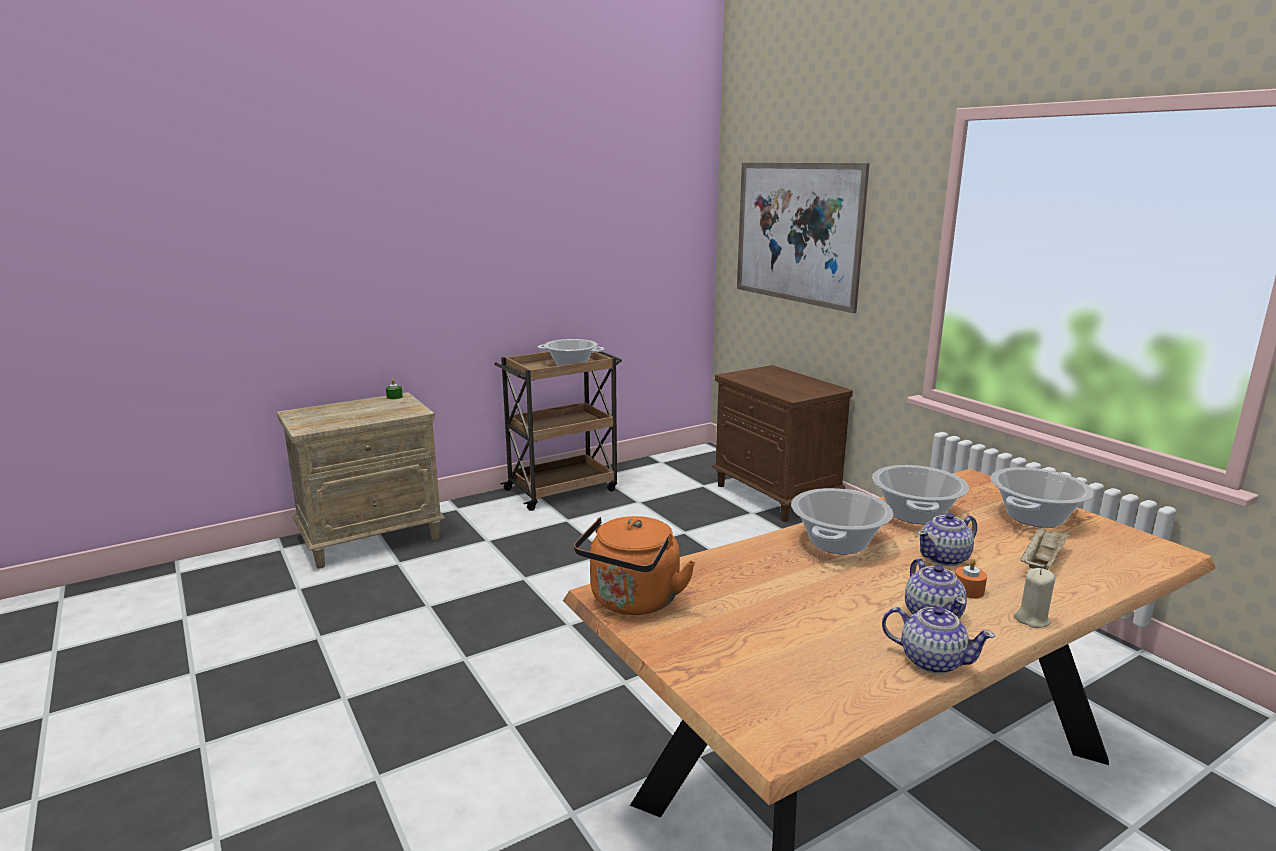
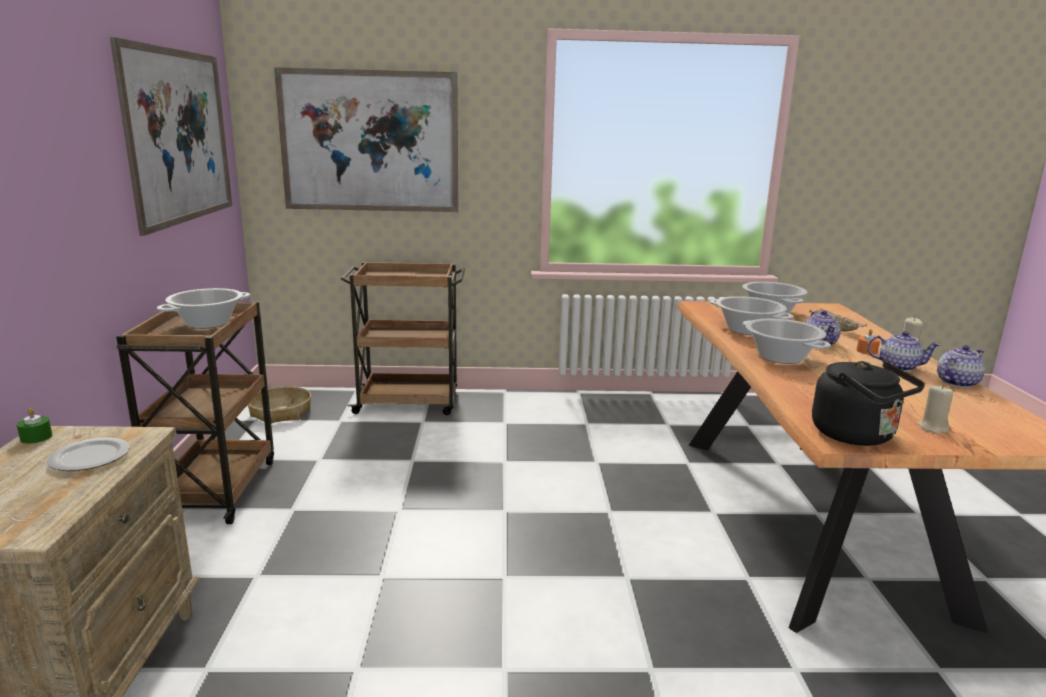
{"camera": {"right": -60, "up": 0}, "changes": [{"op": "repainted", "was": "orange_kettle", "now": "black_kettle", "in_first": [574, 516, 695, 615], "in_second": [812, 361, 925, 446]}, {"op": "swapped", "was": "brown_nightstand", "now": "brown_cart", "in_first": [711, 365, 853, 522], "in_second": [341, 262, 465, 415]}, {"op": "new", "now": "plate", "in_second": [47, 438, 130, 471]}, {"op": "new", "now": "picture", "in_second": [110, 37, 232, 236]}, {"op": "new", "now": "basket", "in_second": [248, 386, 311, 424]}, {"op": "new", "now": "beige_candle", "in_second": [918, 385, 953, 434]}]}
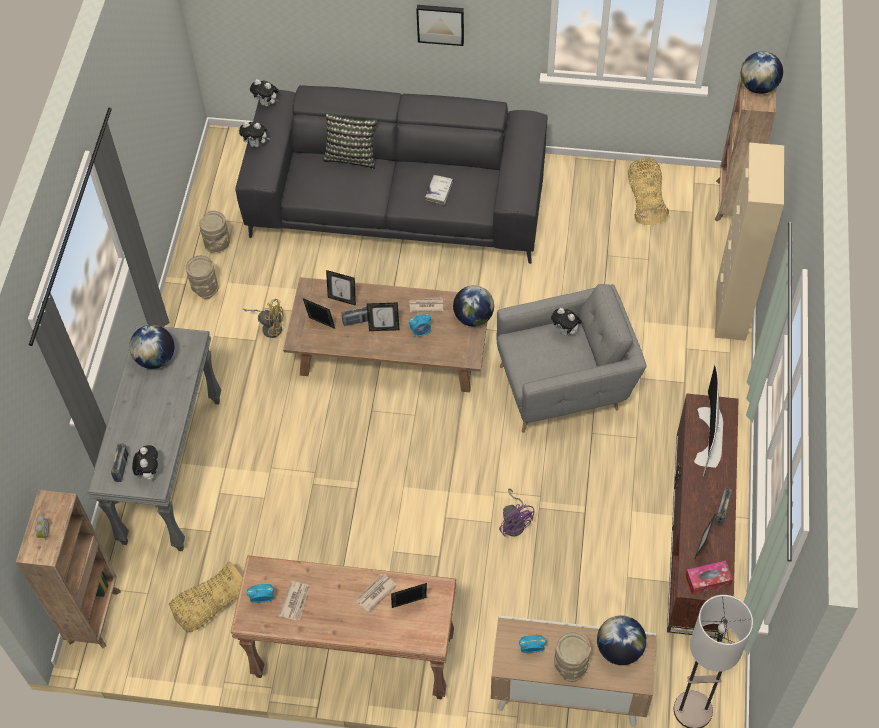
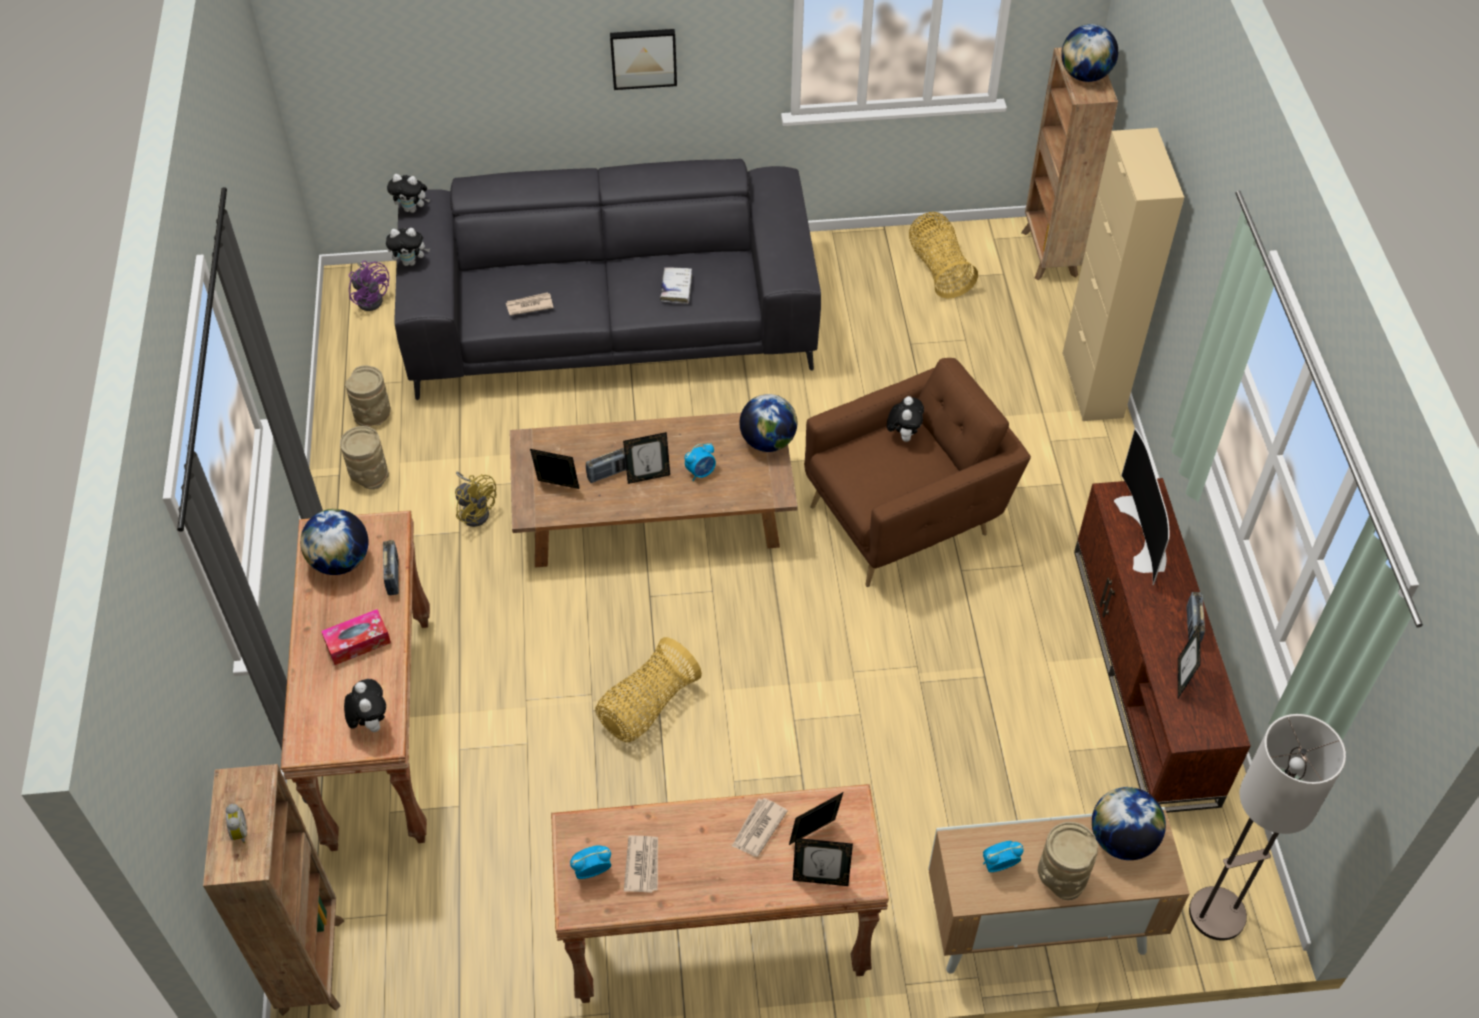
{"camera": {"right": -15, "up": -5}, "changes": [{"op": "repainted", "was": "grey_console_table", "now": "brown_console_table", "in_first": [88, 324, 221, 551], "in_second": [281, 511, 430, 851]}, {"op": "shifted", "was": "radio", "in_first": [111, 444, 129, 482], "in_second": [383, 540, 399, 595]}, {"op": "shifted", "was": "basket", "in_first": [169, 561, 242, 633], "in_second": [595, 637, 702, 742]}, {"op": "rotated", "was": "yellow_fan", "in_first": [243, 299, 284, 338], "in_second": [455, 472, 496, 527], "clockwise": 45}, {"op": "gone", "was": "pillow", "in_first": [323, 113, 377, 169]}, {"op": "shifted", "was": "picture_frame", "in_first": [326, 270, 356, 306], "in_second": [793, 838, 853, 886]}, {"op": "shifted", "was": "newspaper", "in_first": [409, 297, 443, 312], "in_second": [506, 292, 553, 316]}, {"op": "repainted", "was": "grey_armchair", "now": "brown_armchair", "in_first": [496, 284, 647, 433], "in_second": [804, 358, 1031, 587]}, {"op": "shifted", "was": "purple_fan", "in_first": [499, 489, 535, 537], "in_second": [349, 261, 389, 311]}, {"op": "rotated", "was": "plush_toy", "in_first": [551, 308, 582, 336], "in_second": [887, 396, 924, 442], "clockwise": -105}, {"op": "shifted", "was": "tissue_box", "in_first": [685, 561, 733, 594], "in_second": [321, 609, 391, 665]}]}
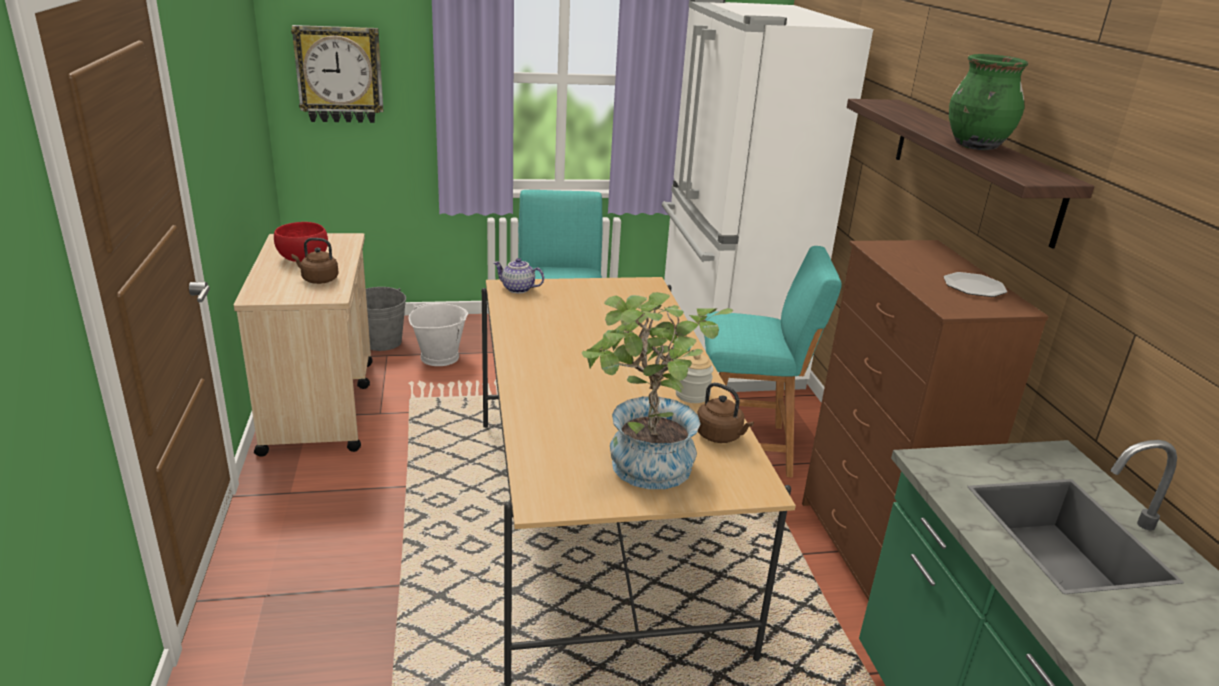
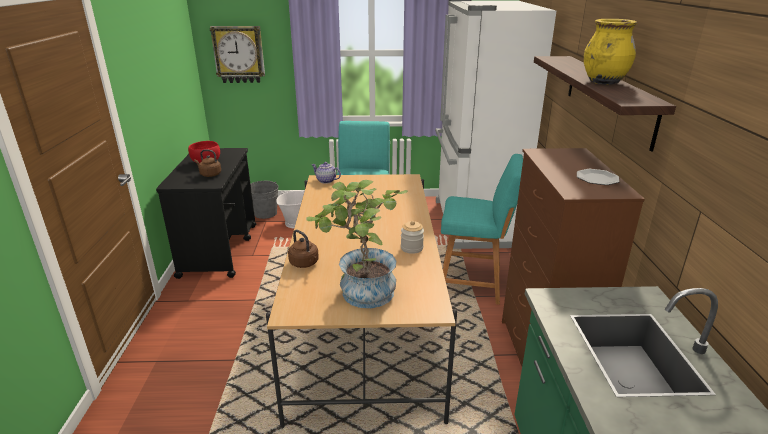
{"camera": {"right": 10, "up": 0}, "changes": [{"op": "repainted", "was": "beige_cart", "now": "black_cart", "in_first": [234, 233, 373, 457], "in_second": [156, 148, 256, 279]}, {"op": "shifted", "was": "brown_kettle", "in_first": [697, 383, 754, 443], "in_second": [288, 230, 319, 268]}, {"op": "repainted", "was": "green_vase", "now": "yellow_vase", "in_first": [949, 54, 1028, 150], "in_second": [584, 19, 637, 85]}]}
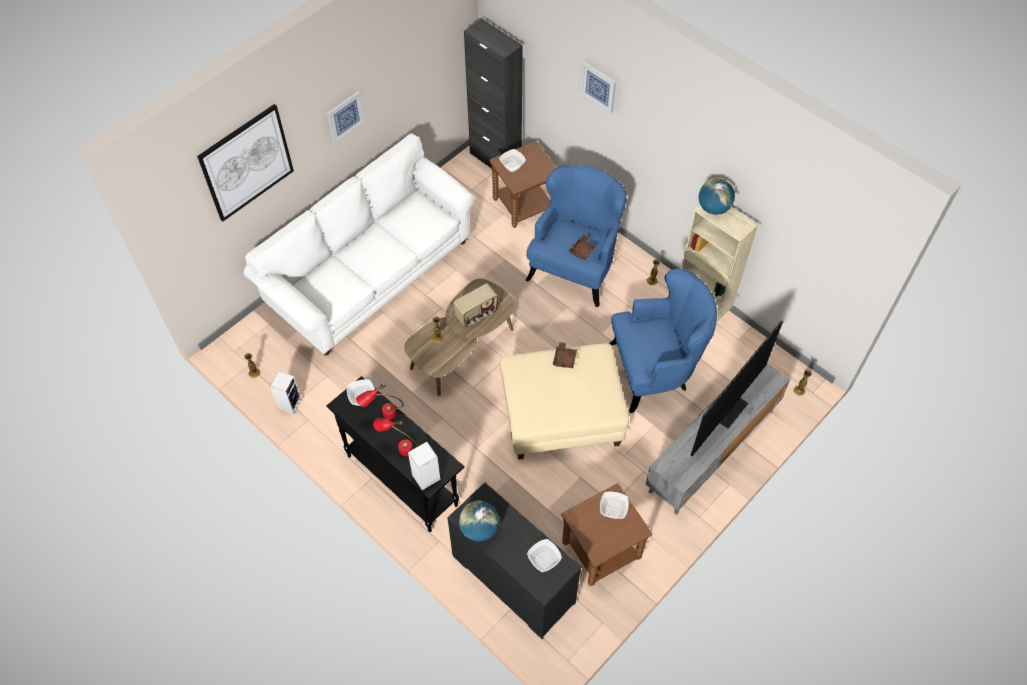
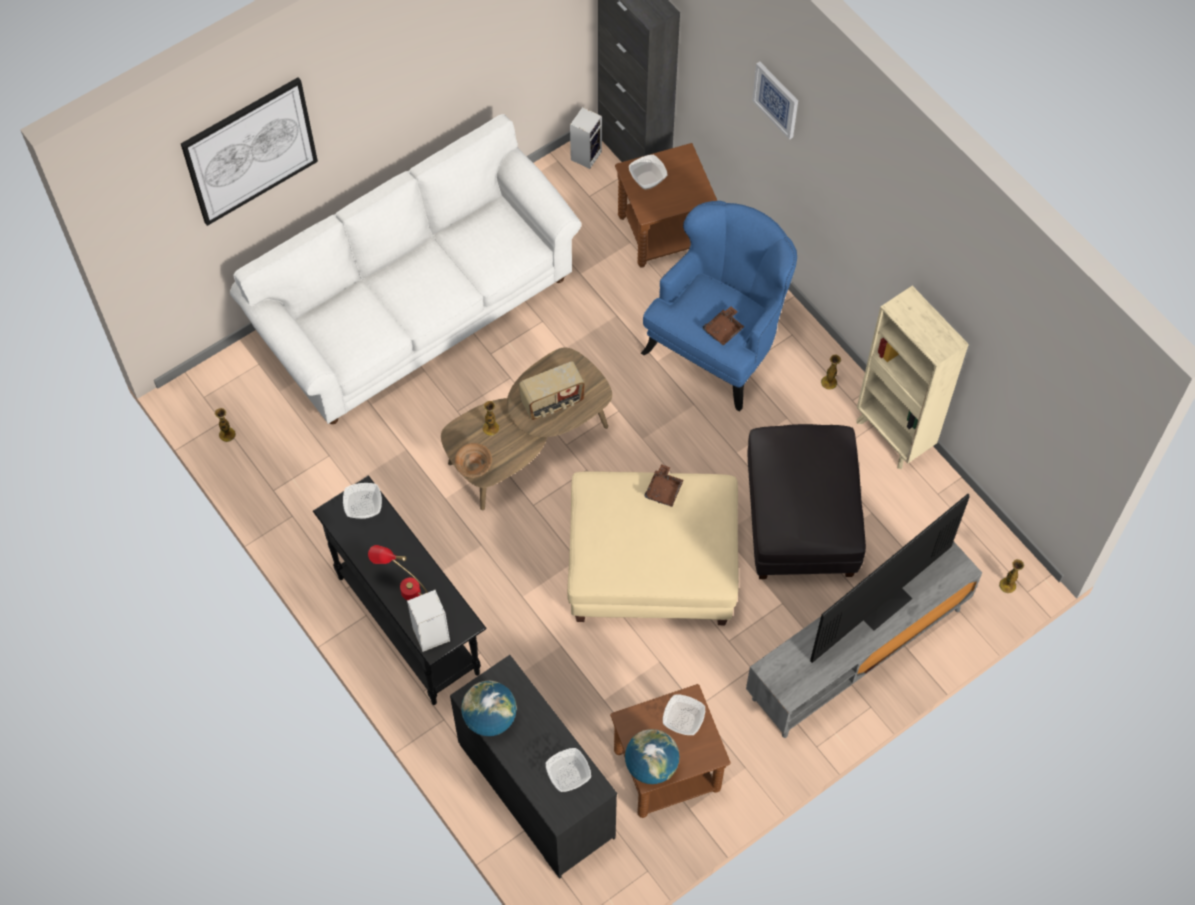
{"camera": {"right": 10, "up": 5}, "changes": [{"op": "shifted", "was": "speaker", "in_first": [270, 371, 302, 414], "in_second": [570, 107, 602, 169]}, {"op": "gone", "was": "picture", "in_first": [327, 91, 365, 143]}, {"op": "gone", "was": "red_table_lamp", "in_first": [356, 383, 404, 419]}, {"op": "swapped", "was": "blue_armchair", "now": "black_ottoman", "in_first": [609, 268, 717, 413], "in_second": [748, 424, 866, 579]}, {"op": "shifted", "was": "globe", "in_first": [698, 179, 735, 215], "in_second": [625, 729, 679, 784]}, {"op": "new", "now": "brown_bowl", "in_second": [455, 443, 492, 478]}]}
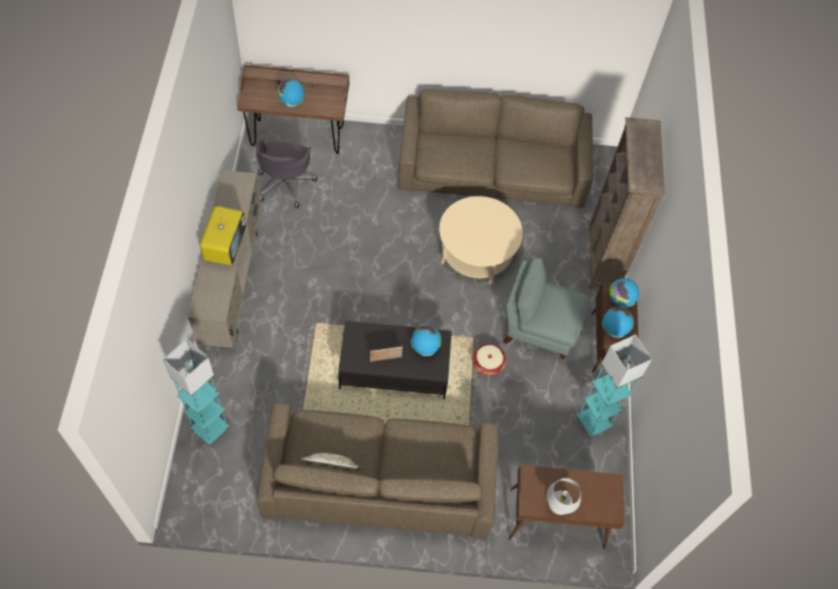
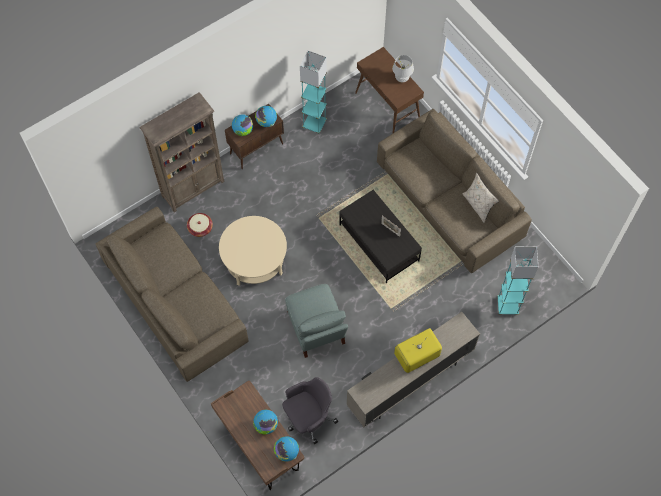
{"camera": {"right": -125, "up": 5}, "changes": [{"op": "shifted", "was": "globe", "in_first": [411, 325, 441, 356], "in_second": [274, 436, 299, 462]}, {"op": "shifted", "was": "basket", "in_first": [472, 344, 506, 376], "in_second": [187, 213, 213, 237]}, {"op": "shifted", "was": "grey_armchair", "in_first": [503, 258, 589, 361], "in_second": [285, 284, 348, 358]}]}
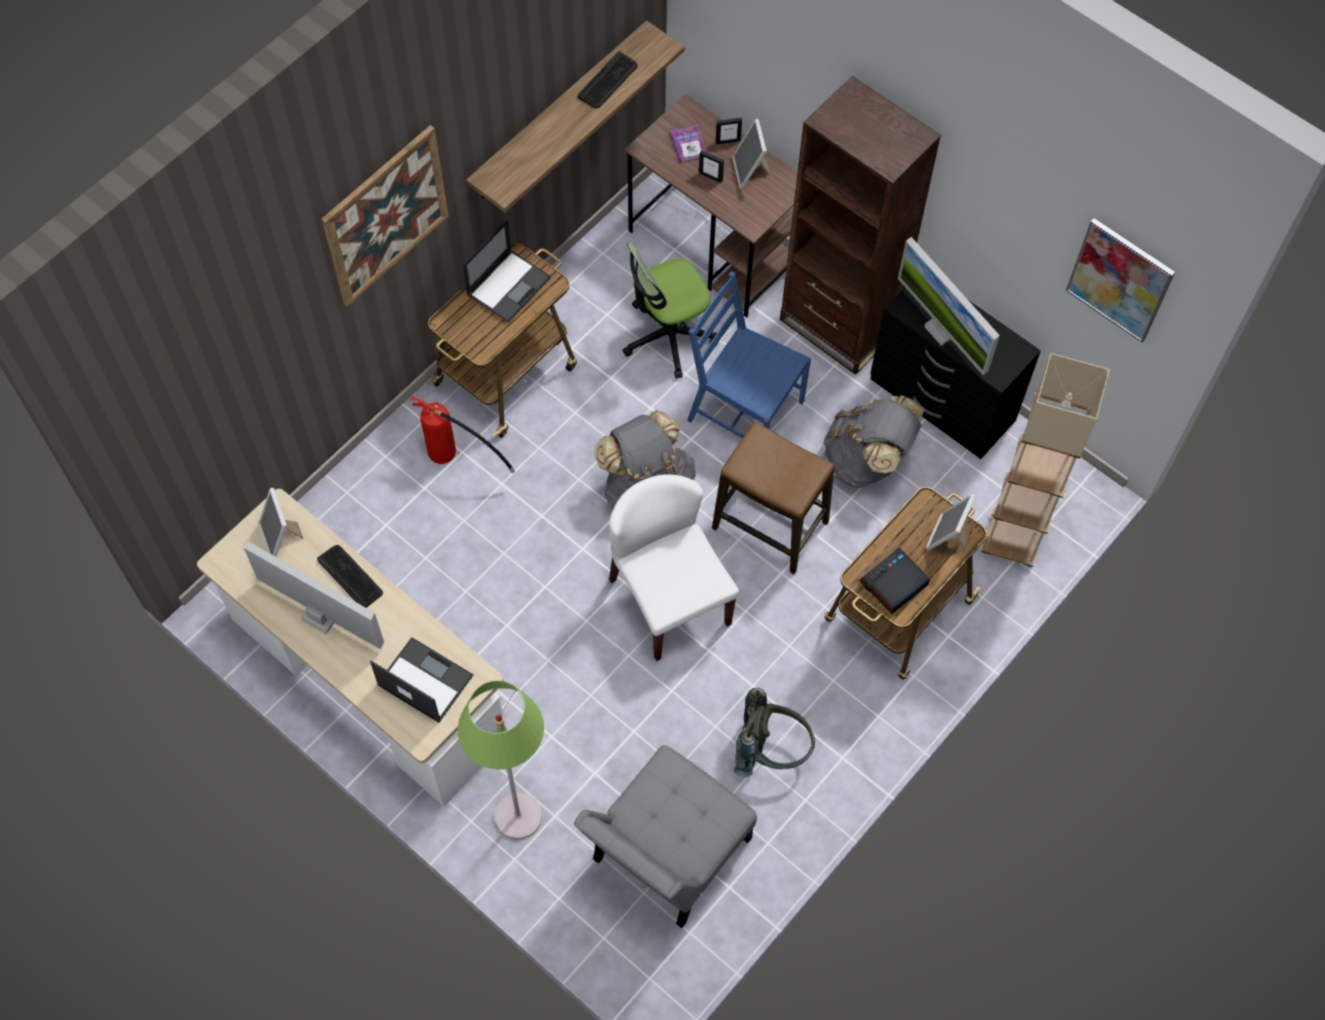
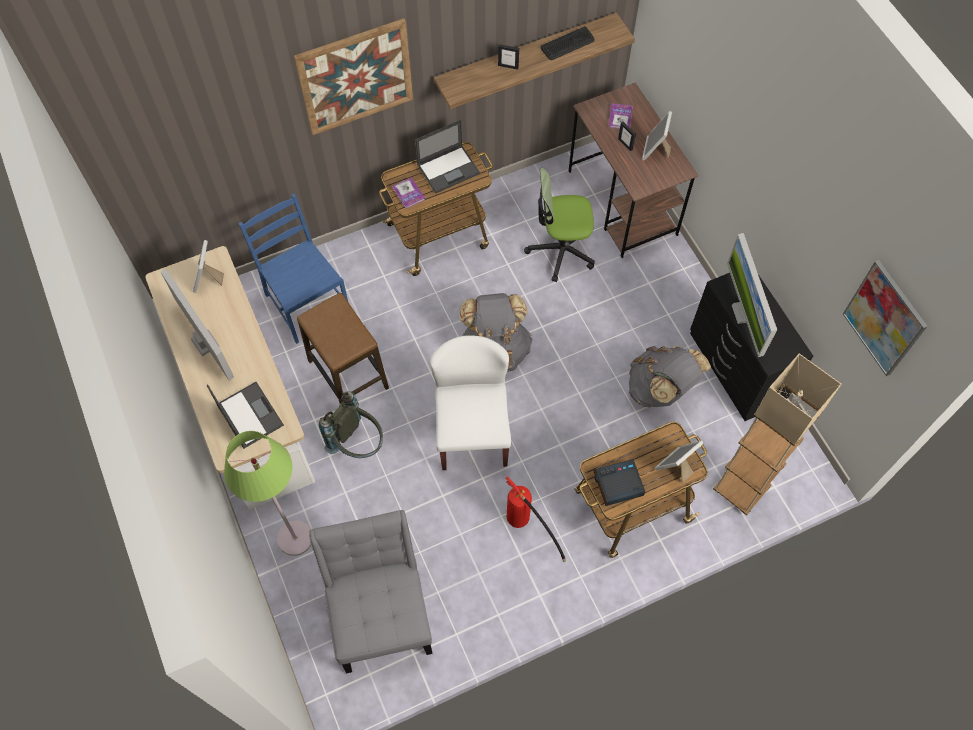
{"camera": {"right": 25, "up": 0}, "changes": [{"op": "gone", "was": "keyboard", "in_first": [317, 545, 383, 608]}, {"op": "shifted", "was": "fire_extinguisher", "in_first": [410, 397, 515, 473], "in_second": [506, 476, 566, 562]}, {"op": "rotated", "was": "grey_chair", "in_first": [574, 745, 757, 928], "in_second": [309, 510, 433, 673], "clockwise": 105}, {"op": "shifted", "was": "blue_chair", "in_first": [687, 271, 811, 438], "in_second": [238, 194, 348, 344]}, {"op": "shifted", "was": "stool", "in_first": [712, 422, 834, 574], "in_second": [297, 292, 389, 404]}, {"op": "shifted", "was": "picture_frame", "in_first": [716, 118, 742, 145], "in_second": [498, 44, 519, 70]}, {"op": "shifted", "was": "grey_backpack", "in_first": [734, 687, 815, 778], "in_second": [319, 391, 383, 458]}, {"op": "gone", "was": "brown_bookcase", "in_first": [780, 76, 941, 375]}, {"op": "new", "now": "book", "in_second": [392, 177, 425, 209]}]}
